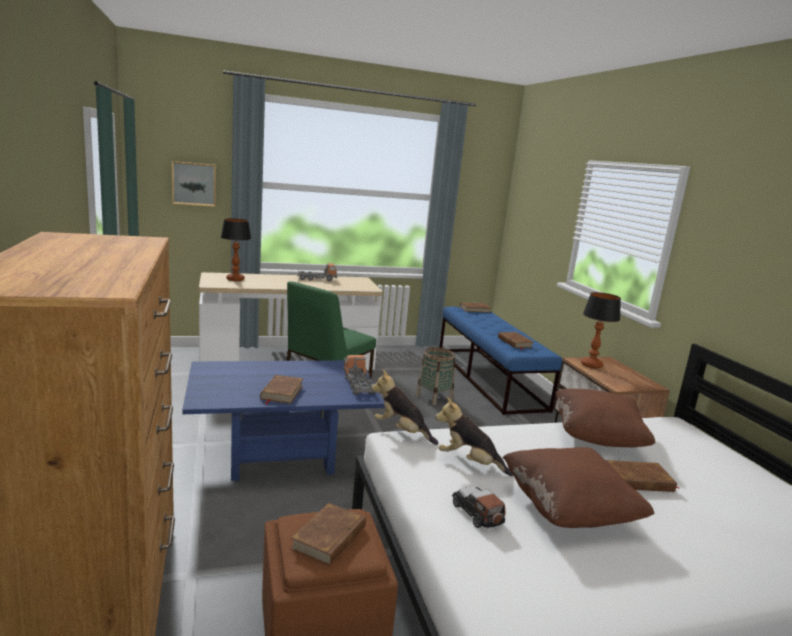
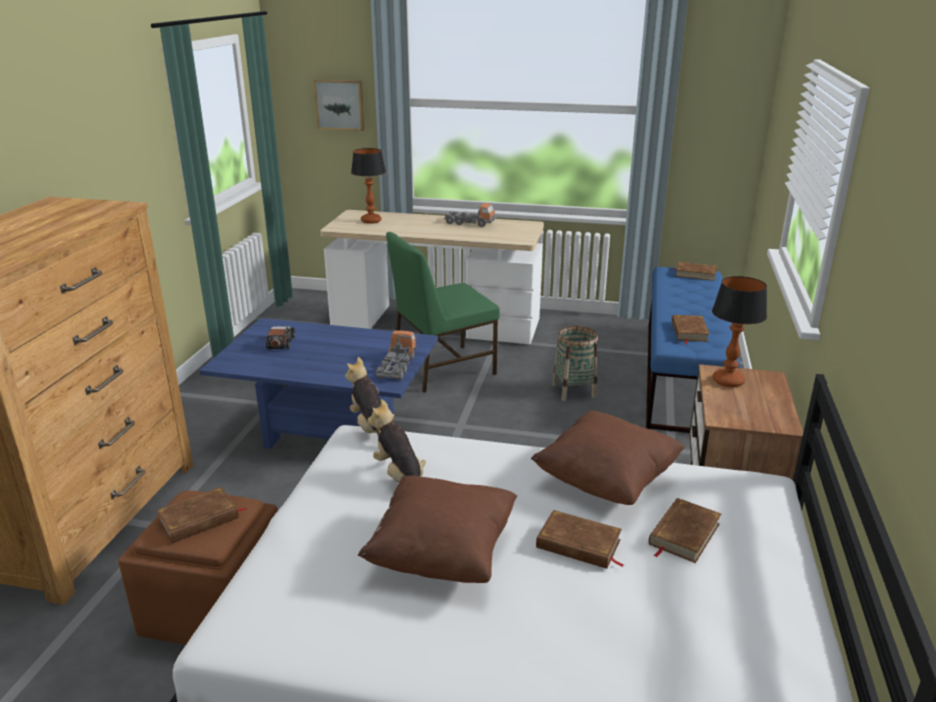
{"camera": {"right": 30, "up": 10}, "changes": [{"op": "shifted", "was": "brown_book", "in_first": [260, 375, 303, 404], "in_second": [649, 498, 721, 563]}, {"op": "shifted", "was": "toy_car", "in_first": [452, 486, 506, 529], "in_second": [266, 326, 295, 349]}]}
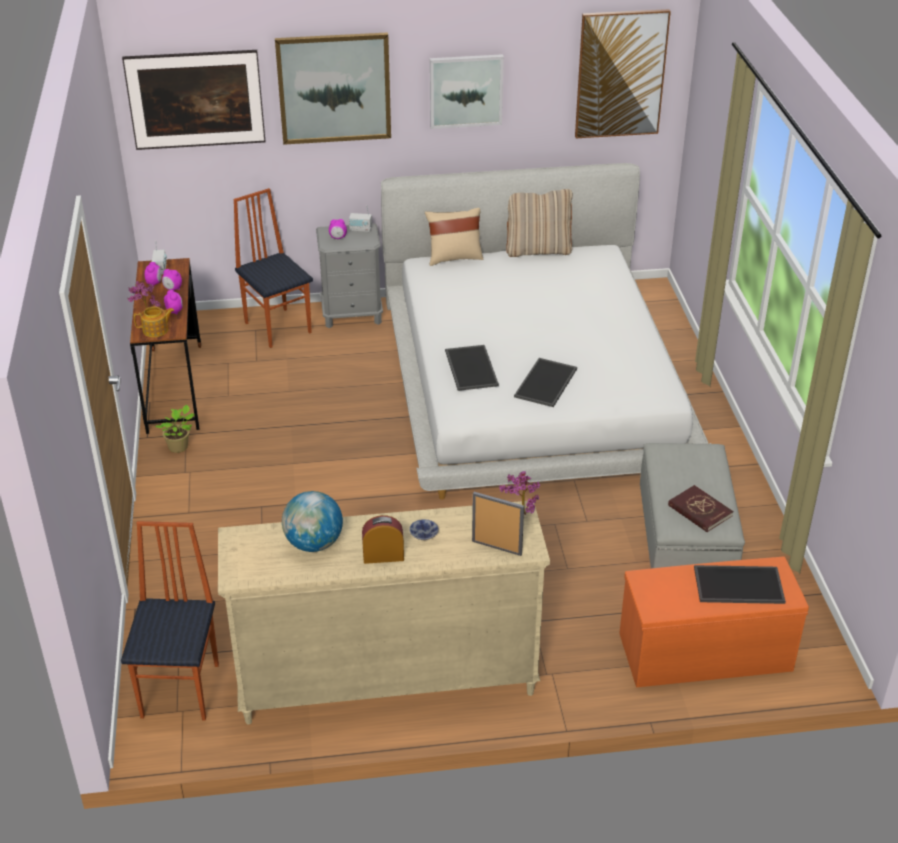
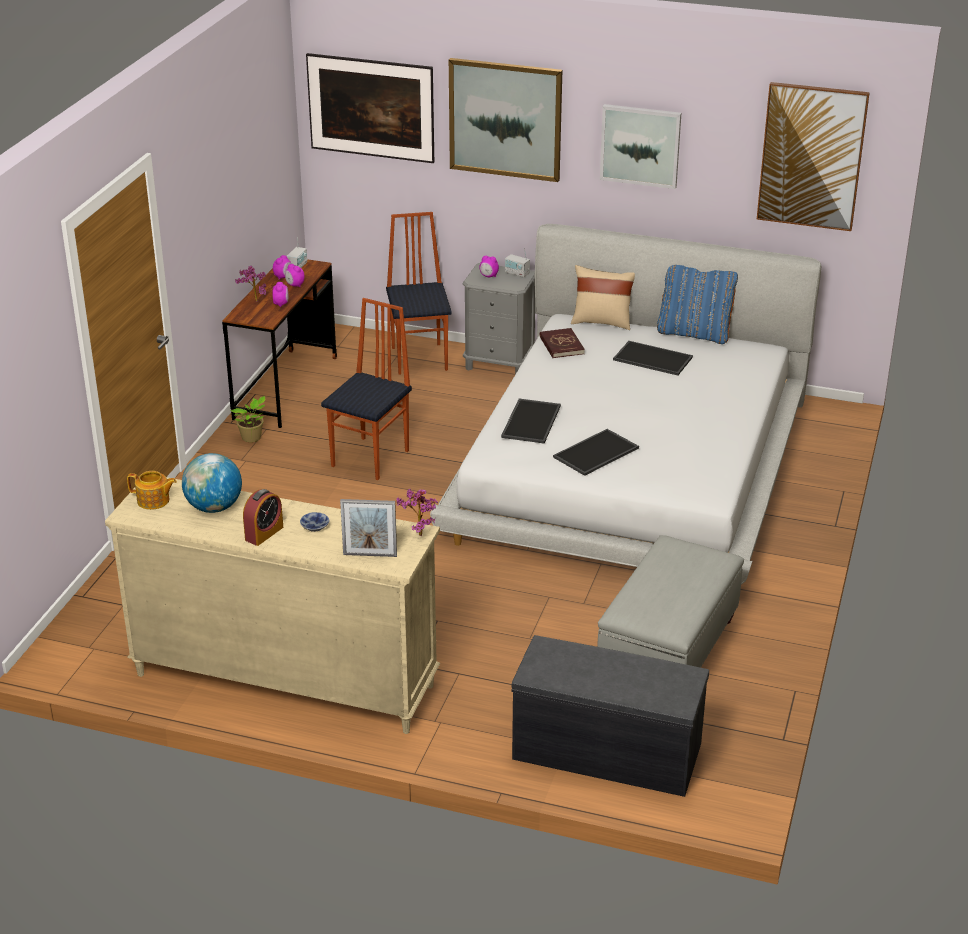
{"camera": {"right": 25, "up": -5}, "changes": [{"op": "shifted", "was": "chair", "in_first": [121, 521, 219, 721], "in_second": [321, 298, 412, 480]}, {"op": "shifted", "was": "teapot", "in_first": [134, 306, 174, 337], "in_second": [127, 471, 177, 510]}, {"op": "rotated", "was": "alarm_clock", "in_first": [362, 515, 404, 564], "in_second": [243, 489, 283, 546], "clockwise": 105}, {"op": "rotated", "was": "picture_frame", "in_first": [472, 492, 524, 556], "in_second": [340, 499, 397, 557], "clockwise": 135}, {"op": "repainted", "was": "beige_pillow", "now": "blue_pillow", "in_first": [506, 189, 573, 257], "in_second": [657, 265, 738, 344]}, {"op": "repainted", "was": "orange_bench", "now": "grey_bench", "in_first": [619, 556, 809, 688], "in_second": [511, 635, 709, 797]}, {"op": "shifted", "was": "red_book", "in_first": [668, 485, 733, 532], "in_second": [539, 328, 585, 358]}, {"op": "shifted", "was": "tray", "in_first": [694, 565, 786, 604], "in_second": [613, 341, 693, 376]}]}
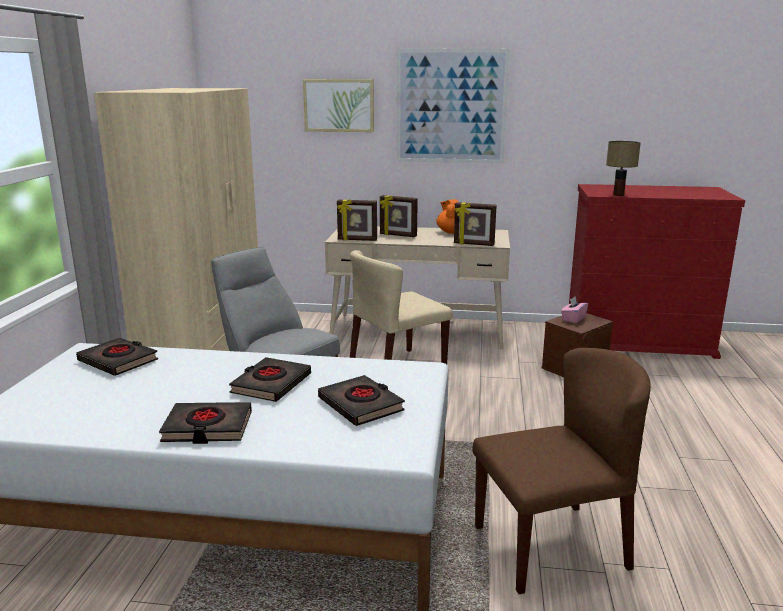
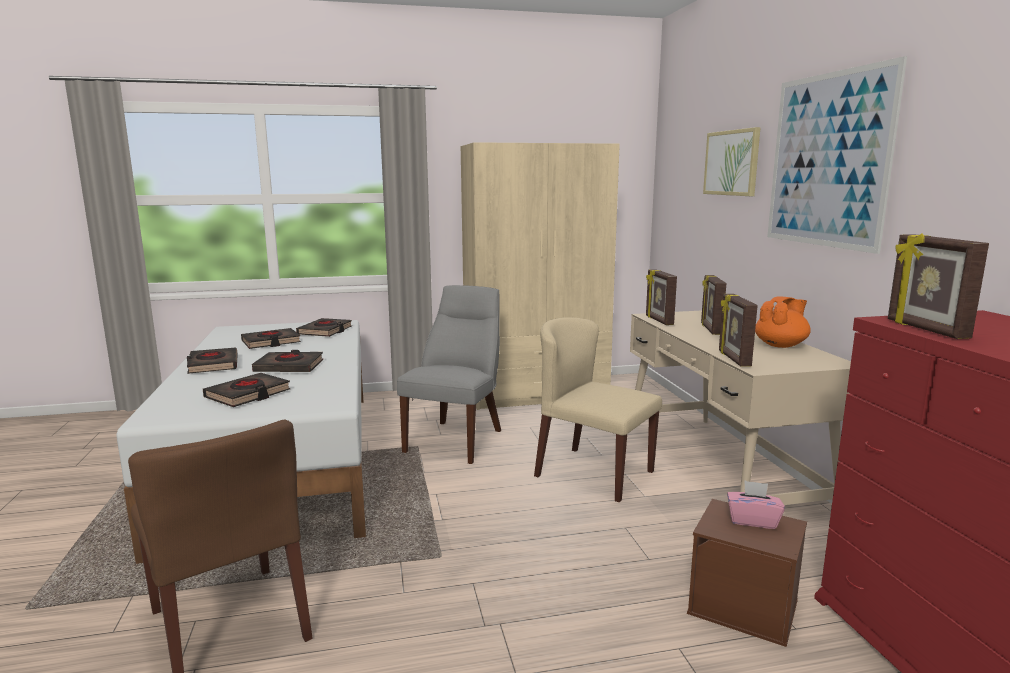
{"camera": {"right": 70, "up": -5}, "changes": [{"op": "swapped", "was": "table_lamp", "now": "picture_frame", "in_first": [606, 141, 641, 196], "in_second": [888, 233, 989, 339]}, {"op": "new", "now": "black_book", "in_second": [241, 328, 301, 349]}]}
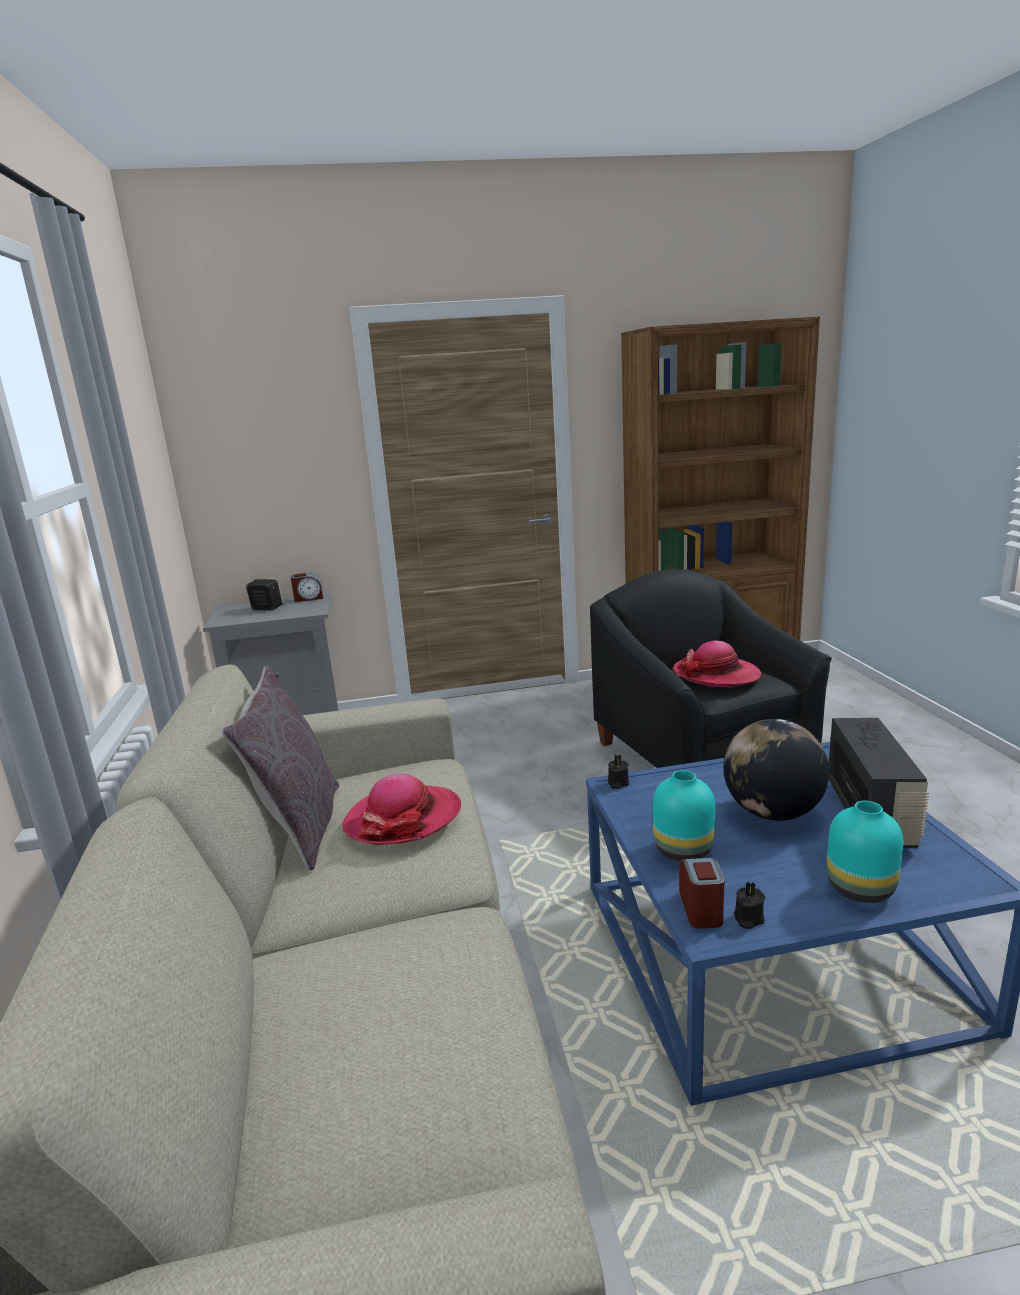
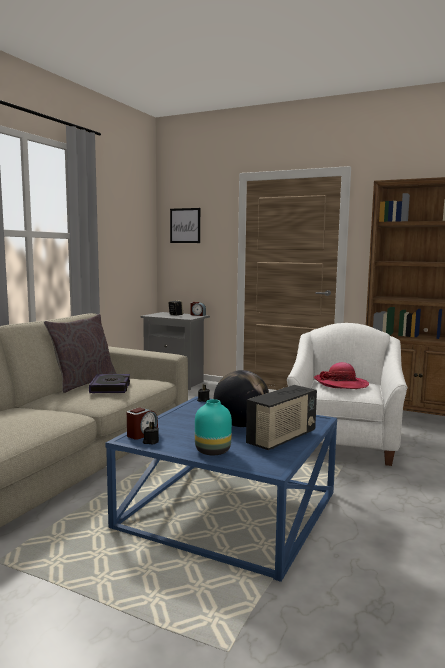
{"camera": {"right": 35, "up": -10}, "changes": [{"op": "swapped", "was": "hat", "now": "book", "in_first": [342, 774, 461, 845], "in_second": [89, 374, 130, 393]}, {"op": "repainted", "was": "black_armchair", "now": "white_armchair", "in_first": [590, 569, 832, 768], "in_second": [287, 323, 408, 466]}, {"op": "gone", "was": "turquoise_vase", "in_first": [653, 770, 715, 861]}, {"op": "new", "now": "picture", "in_second": [170, 208, 200, 243]}]}
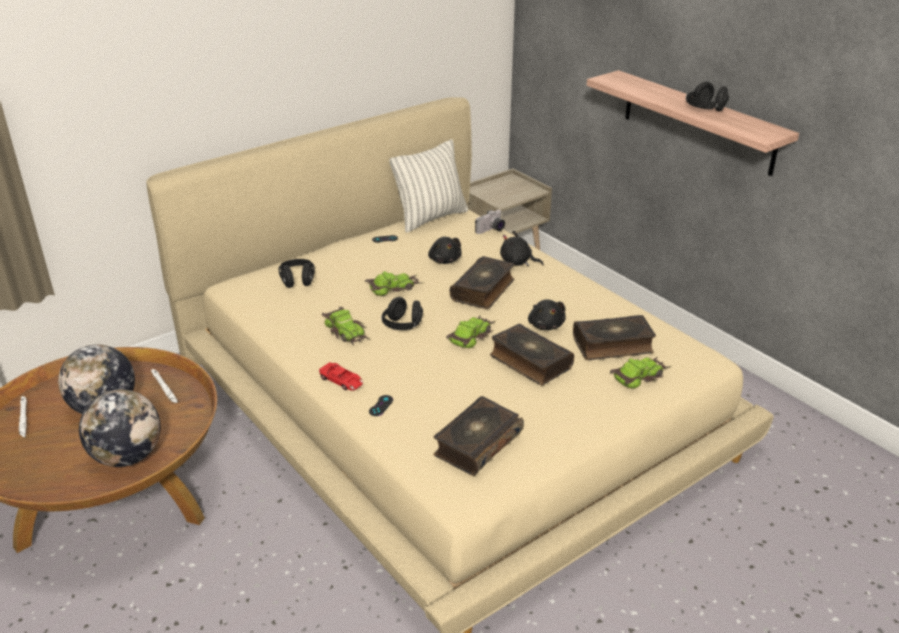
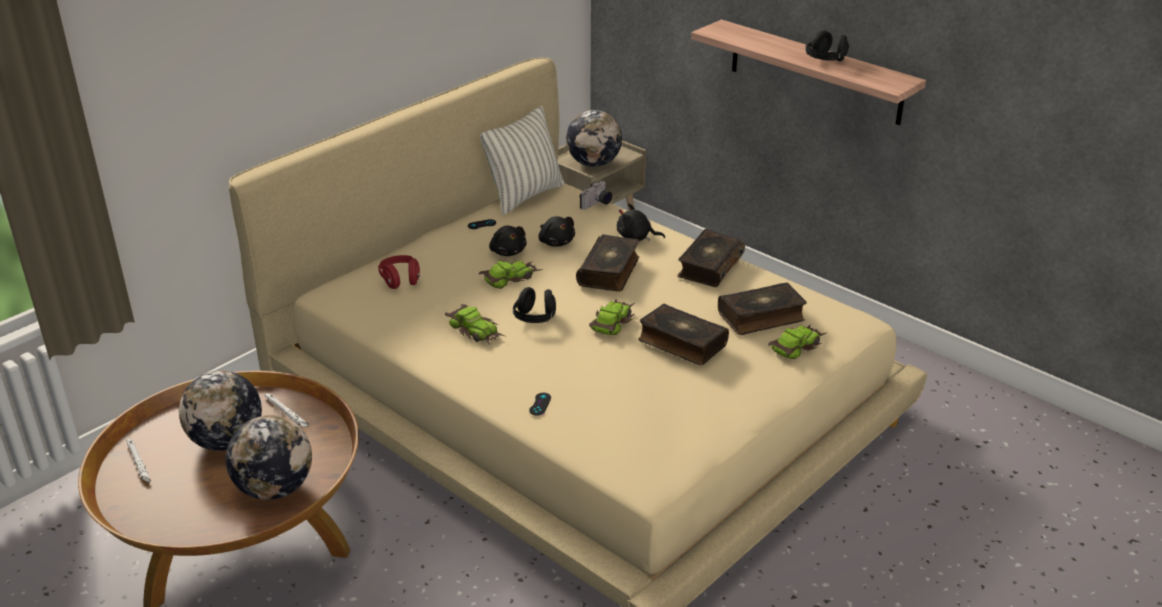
{"camera": {"right": -10, "up": 0}, "changes": [{"op": "repainted", "was": "black_headphones", "now": "red_headphones", "in_first": [279, 259, 315, 288], "in_second": [378, 255, 420, 289]}, {"op": "gone", "was": "red_toy_car", "in_first": [319, 362, 363, 391]}, {"op": "shifted", "was": "book", "in_first": [433, 396, 524, 476], "in_second": [677, 229, 745, 287]}, {"op": "shifted", "was": "black_plush_toy", "in_first": [528, 299, 566, 330], "in_second": [489, 226, 527, 256]}, {"op": "new", "now": "globe", "in_second": [566, 110, 622, 167]}]}
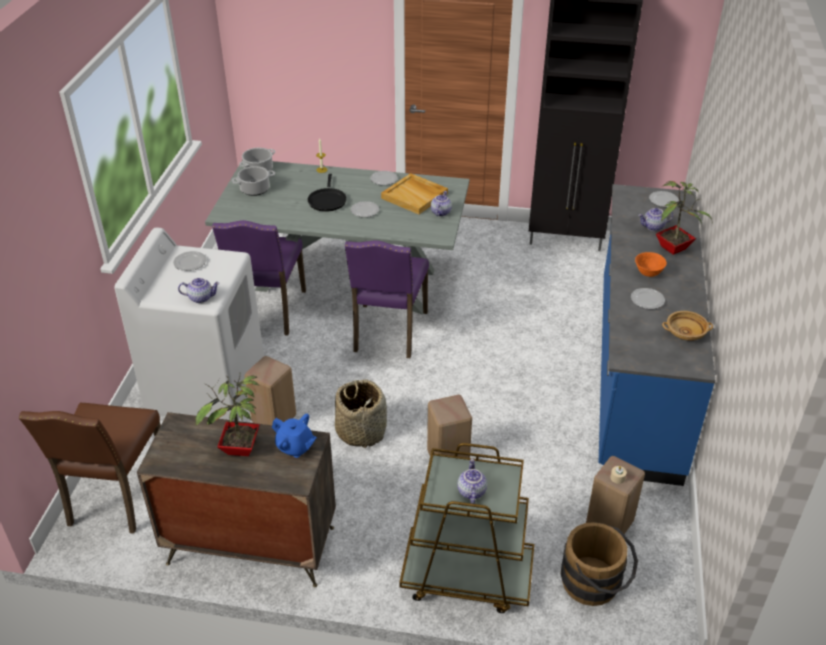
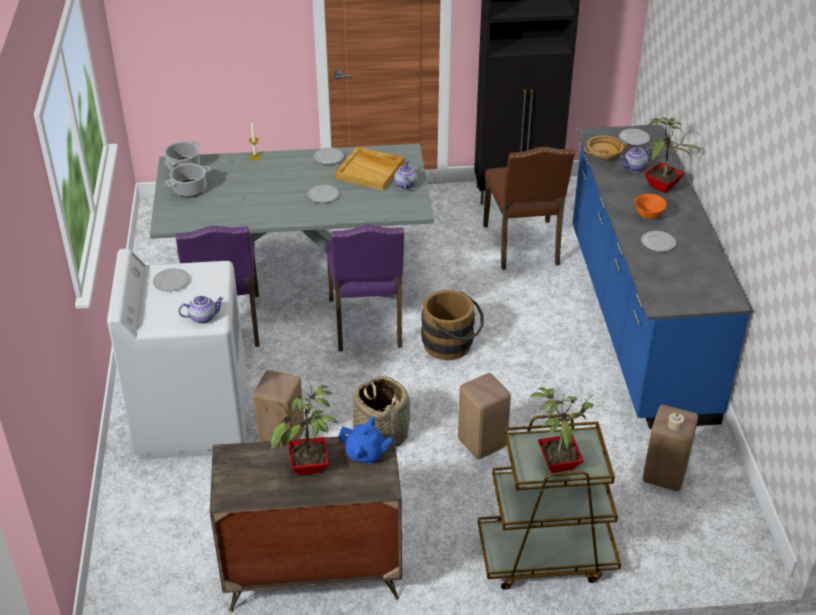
{"camera": {"right": -15, "up": 0}, "changes": [{"op": "shifted", "was": "brown_chair", "in_first": [19, 402, 161, 534], "in_second": [483, 147, 575, 270]}, {"op": "gone", "was": "black_frying_pan", "in_first": [308, 174, 347, 212]}, {"op": "swapped", "was": "teapot", "now": "potted_plant", "in_first": [457, 459, 487, 504], "in_second": [530, 387, 595, 473]}, {"op": "shifted", "was": "brown_bucket", "in_first": [561, 522, 638, 606], "in_second": [421, 290, 484, 360]}, {"op": "shifted", "was": "beige_bowl", "in_first": [662, 311, 713, 341], "in_second": [584, 135, 627, 160]}]}
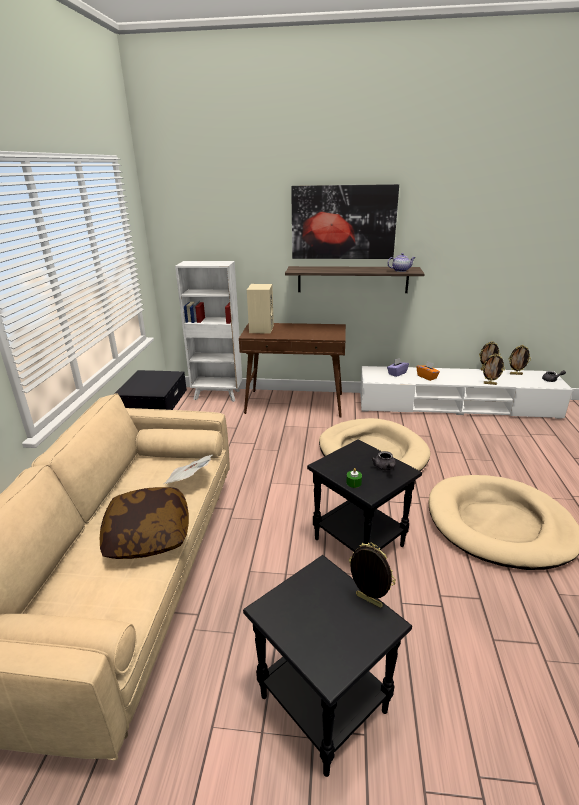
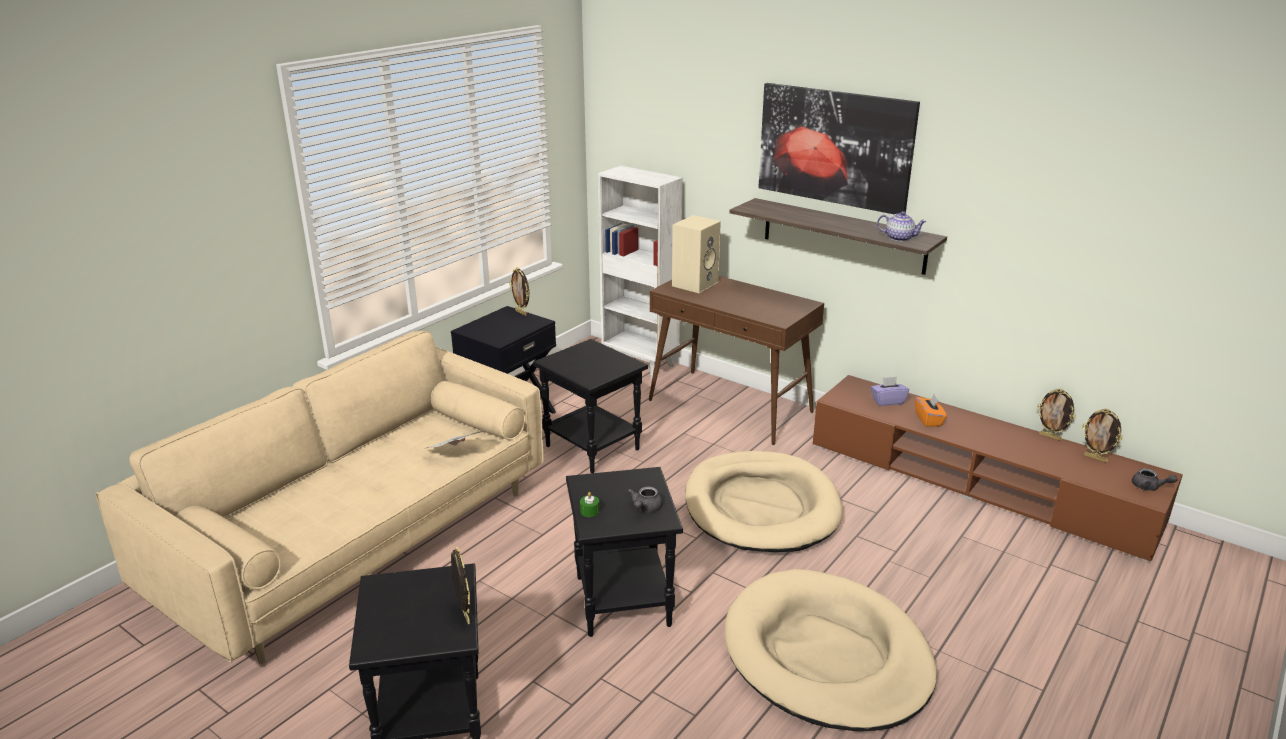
{"camera": {"right": 30, "up": 0}, "changes": [{"op": "gone", "was": "pillow", "in_first": [100, 487, 189, 559]}, {"op": "repainted", "was": "white_tv_stand", "now": "brown_tv_stand", "in_first": [360, 366, 573, 419], "in_second": [813, 375, 1183, 562]}, {"op": "shifted", "was": "picture_frame", "in_first": [482, 354, 505, 385], "in_second": [509, 267, 529, 316]}, {"op": "new", "now": "black_side_table", "in_second": [533, 339, 648, 473]}]}
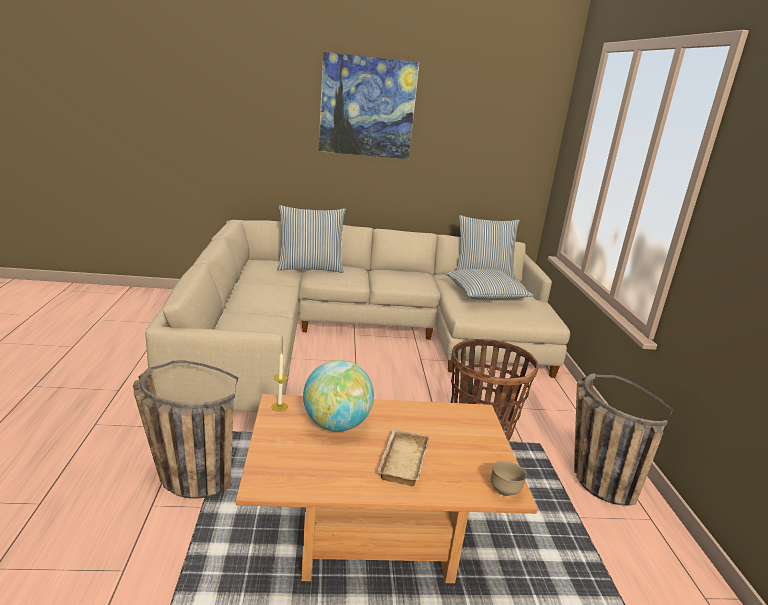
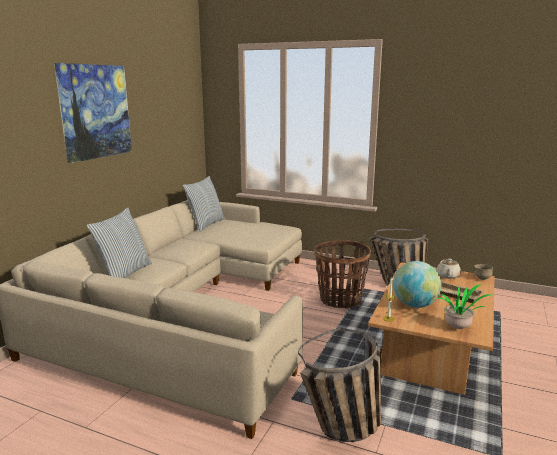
{"camera": {"right": -60, "up": -5}, "changes": [{"op": "gone", "was": "pillow", "in_first": [445, 269, 534, 299]}, {"op": "new", "now": "beige_teapot", "in_second": [437, 259, 461, 279]}, {"op": "new", "now": "potted_plant", "in_second": [438, 284, 495, 329]}]}
